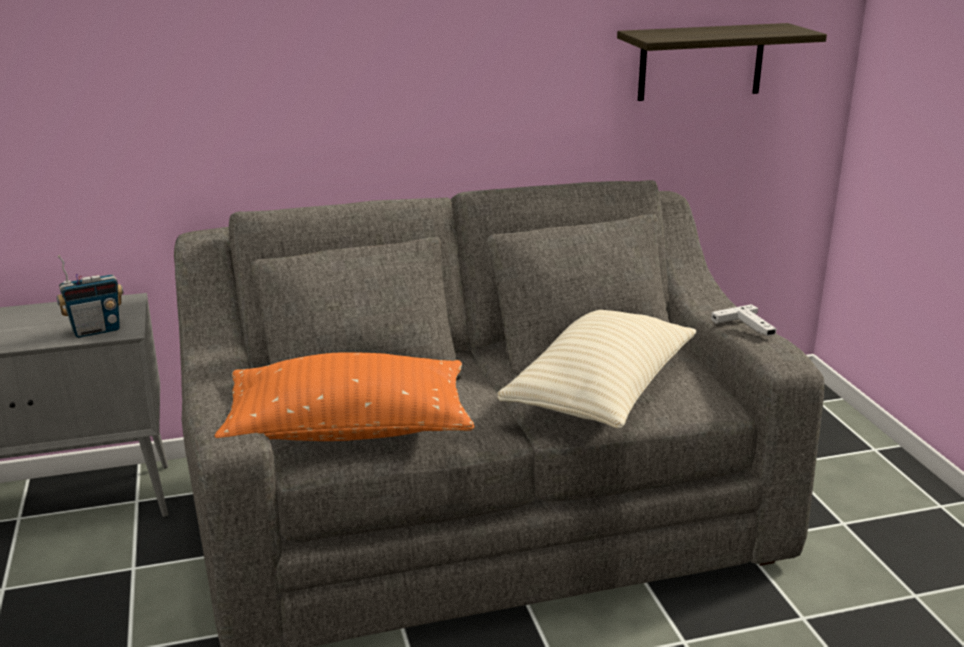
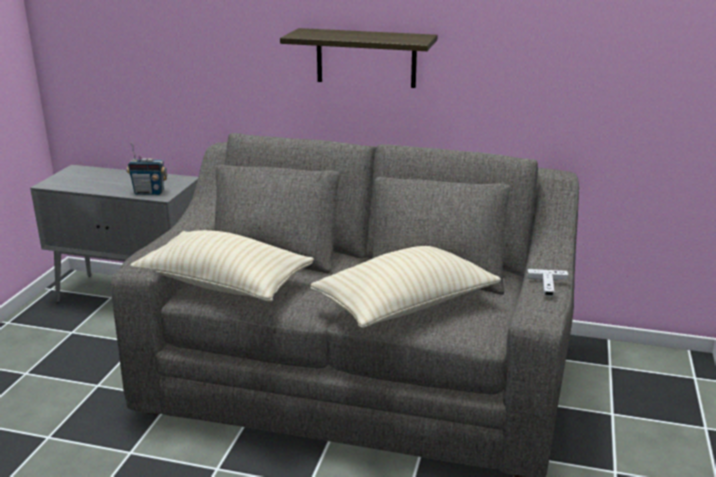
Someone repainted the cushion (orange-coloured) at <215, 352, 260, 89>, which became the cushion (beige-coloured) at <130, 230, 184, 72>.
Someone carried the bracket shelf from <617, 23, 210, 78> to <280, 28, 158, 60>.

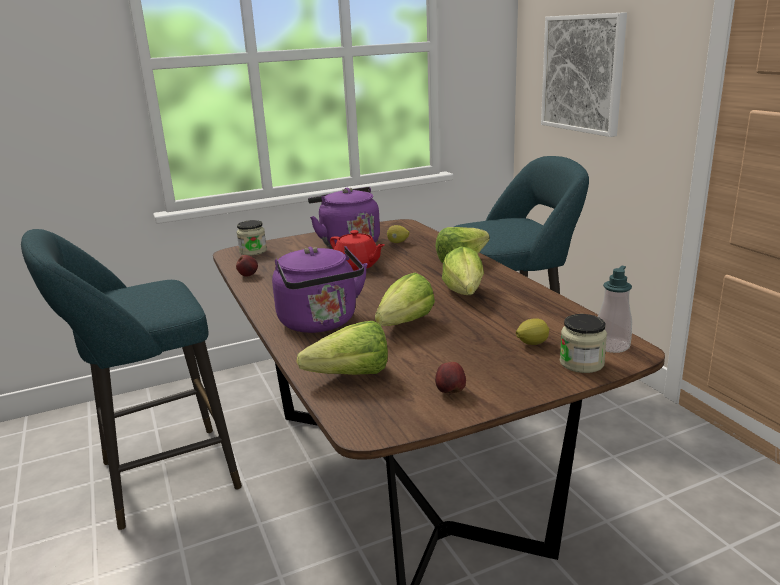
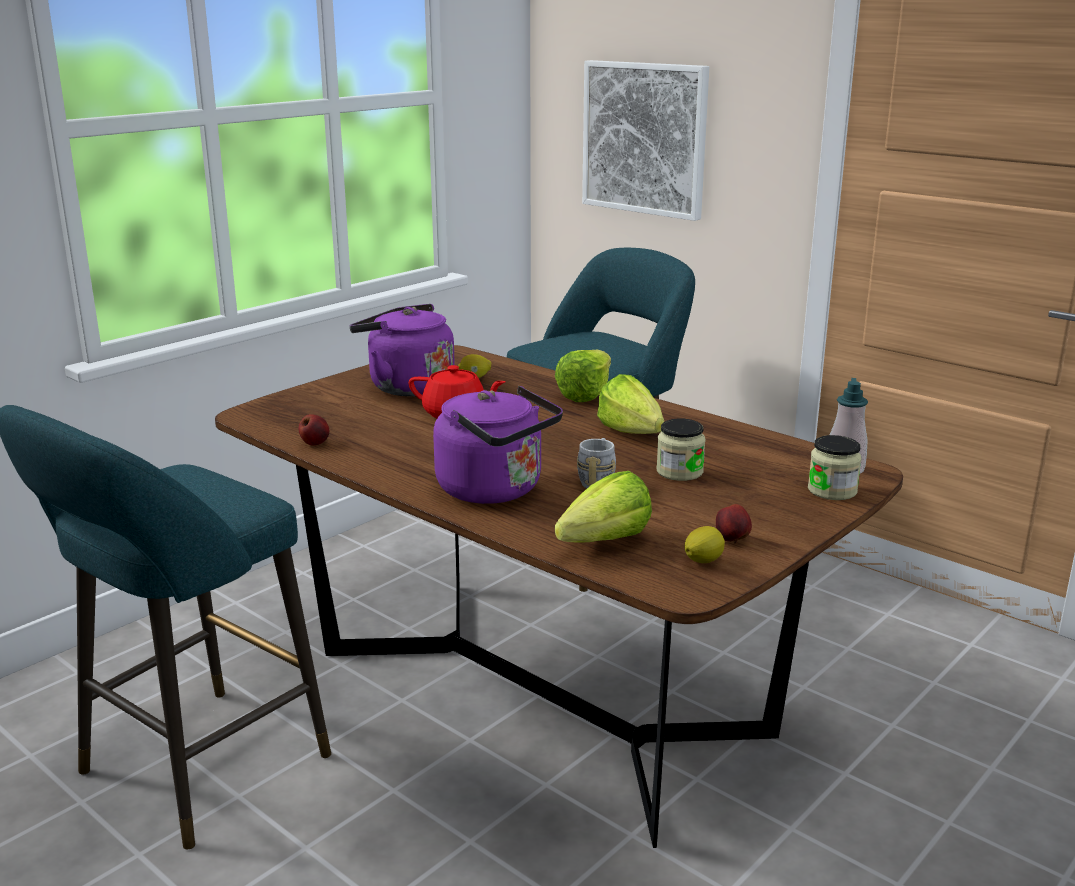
Someone swapped the head of lettuce at <375, 273, 60, 53> for the mug (gray) at <577, 438, 39, 50>.
Someone carried the jar from <237, 220, 30, 36> to <656, 419, 50, 62>.
Someone carried the whole lemon from <516, 318, 33, 27> to <685, 526, 40, 37>.

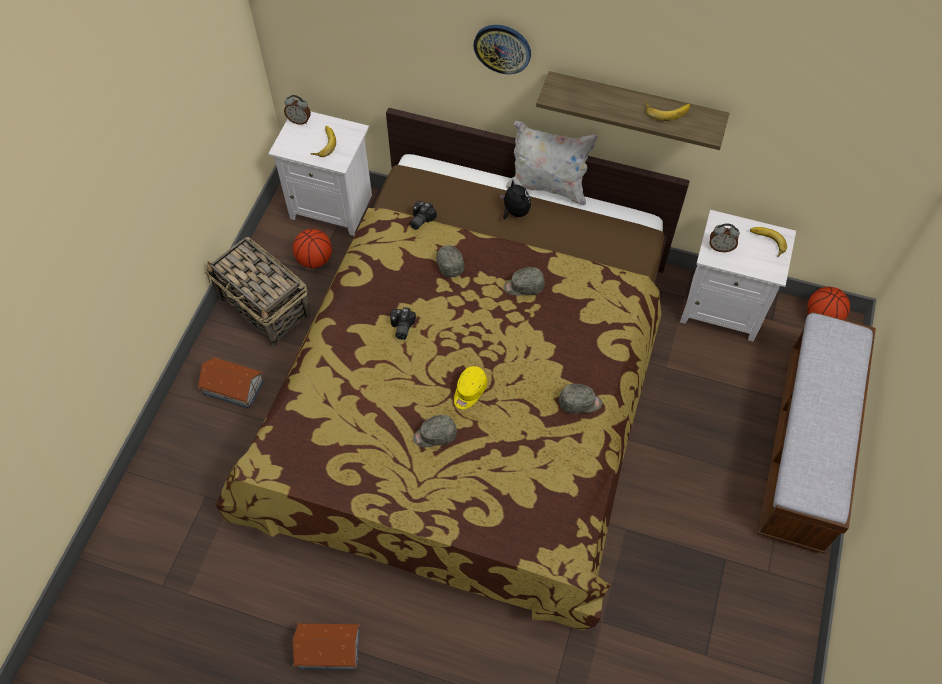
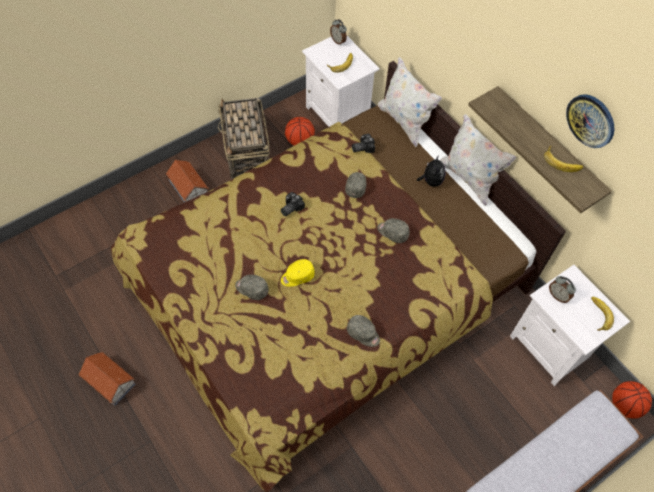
Someone put down the cushion (white-coloured) at <378, 57, 64, 90>.
Someone carried the clock on the wall from <473, 25, 58, 49> to <566, 94, 48, 54>.

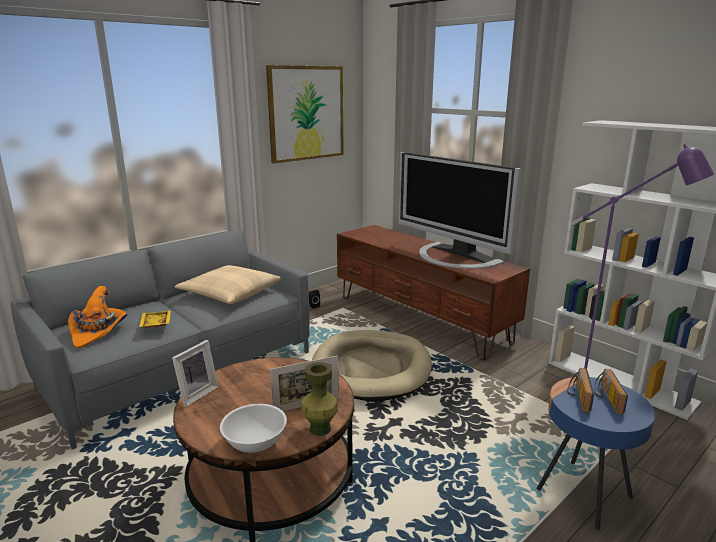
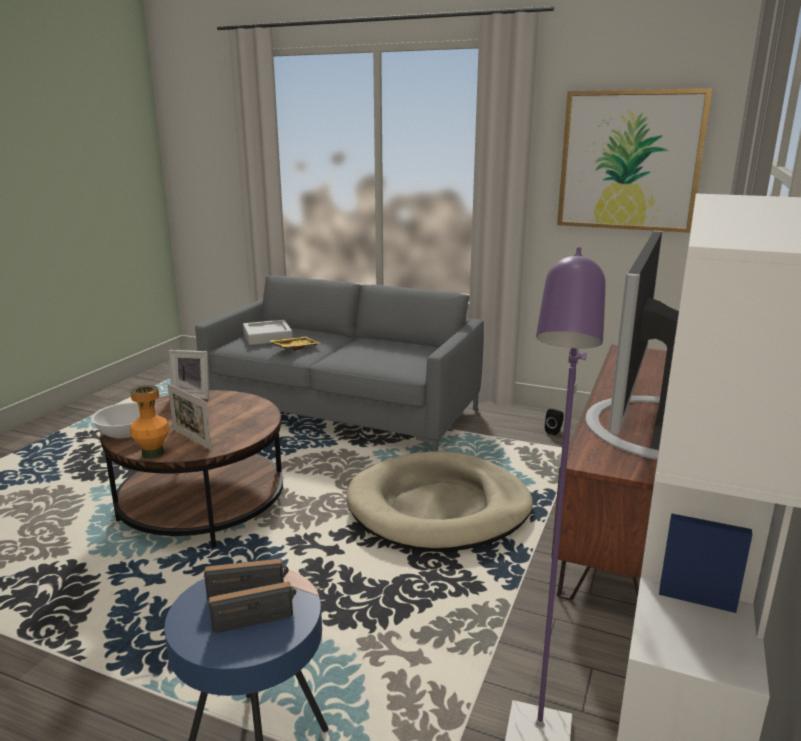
Someone repainted the vase (green) at <301, 362, 37, 74>, which became the vase (orange-coloured) at <130, 385, 40, 73>.
Someone swapped the clothing hat (orange-coloured) at <68, 286, 60, 63> for the tray (gray) at <243, 320, 50, 25>.
Someone took away the cushion (beige-coloured) at <175, 265, 106, 39>.

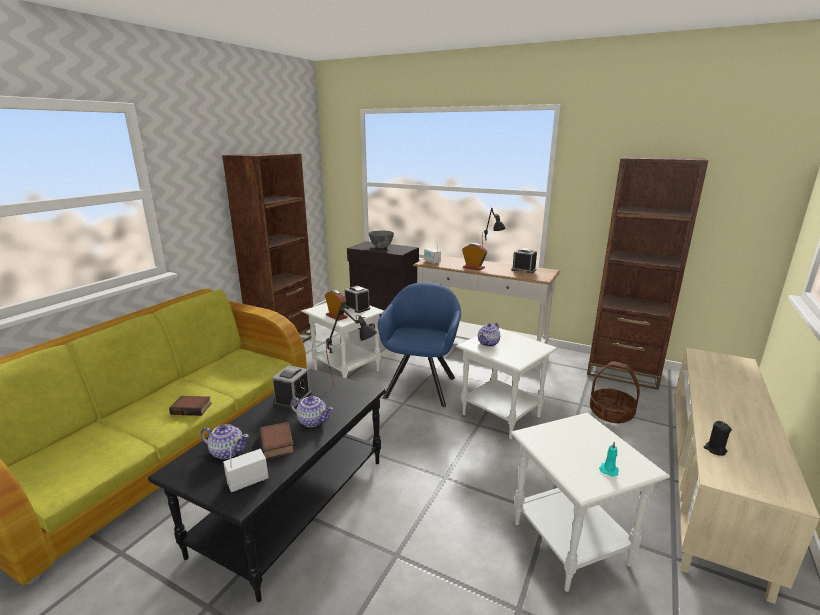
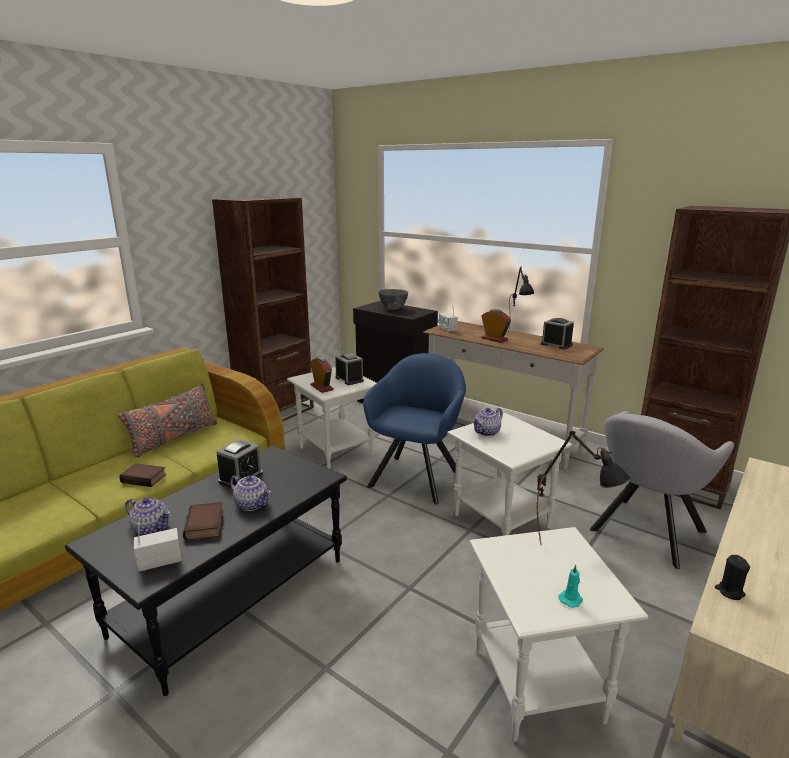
Someone put down the cushion (gray) at <118, 383, 99, 74>.
Someone carried the table lamp (black-coloured) from <326, 306, 52, 80> to <537, 431, 93, 114>.
Someone swapped the storage basket at <590, 362, 50, 61> for the easy chair (gray) at <590, 411, 144, 158>.

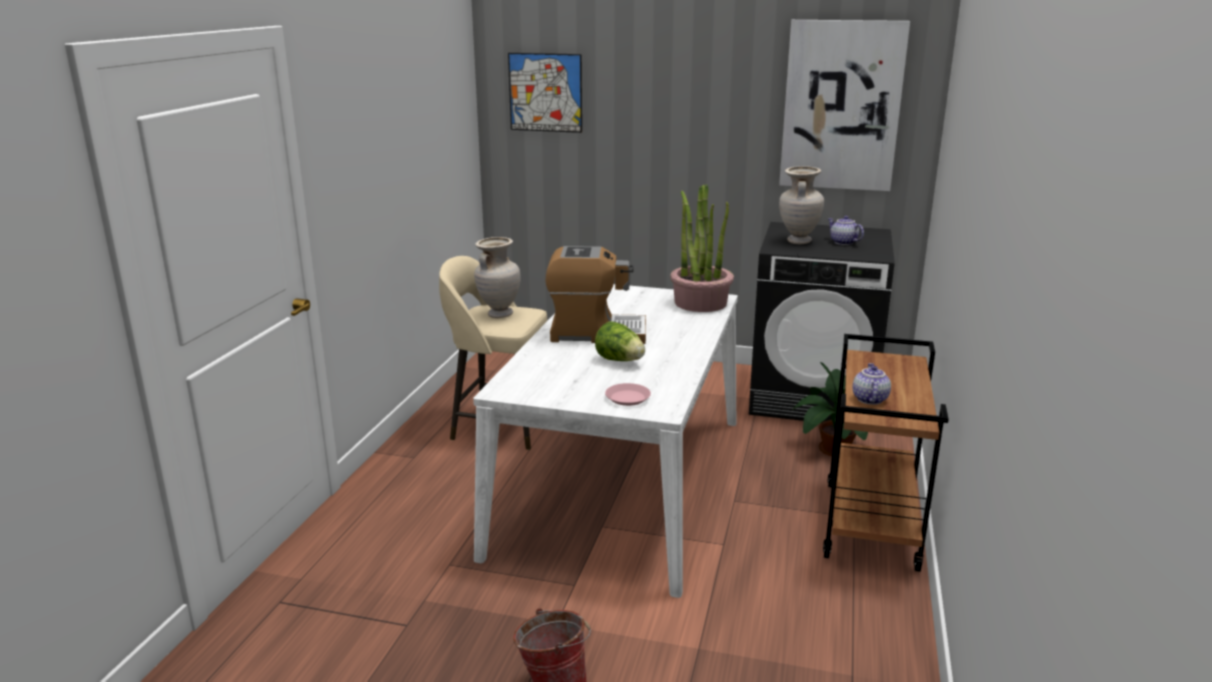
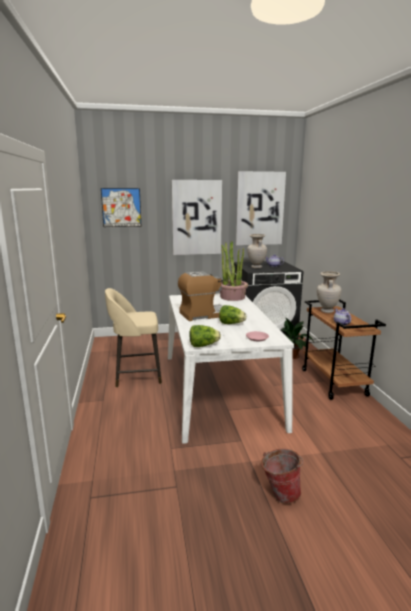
Someone put up the wall art at <171, 180, 51, 75>.
Someone put down the head of lettuce at <190, 325, 31, 22>.
Someone carried the vase (beige-coloured) from <474, 237, 47, 81> to <317, 271, 25, 42>.

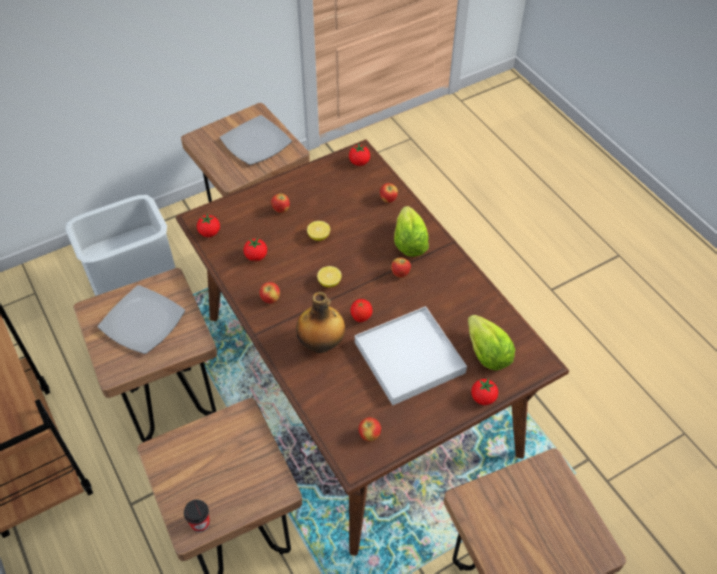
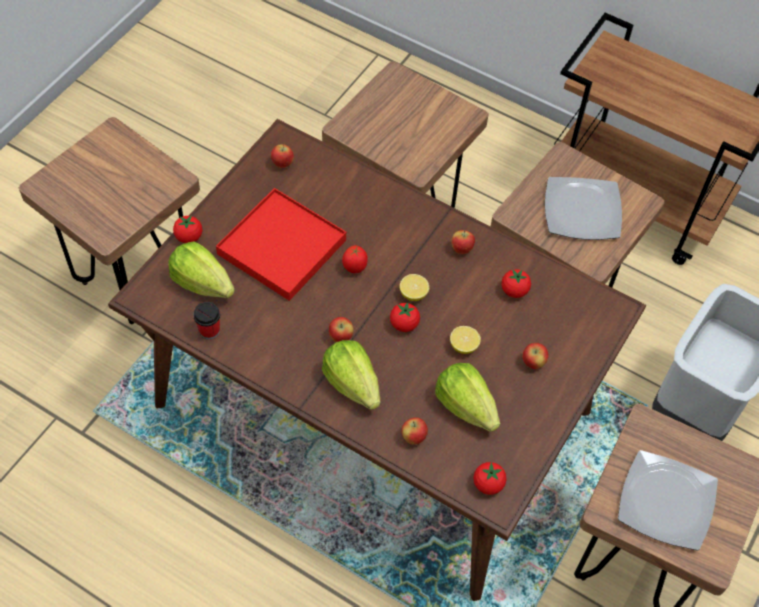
Someone carried the drinking cup from <184, 499, 26, 33> to <193, 302, 27, 38>.
Someone repainted the tray (white-coloured) at <355, 306, 112, 99>, which became the tray (red) at <216, 188, 130, 113>.
Someone carried the tomato from <197, 213, 23, 24> to <390, 302, 30, 30>.
Someone put down the head of lettuce at <435, 363, 65, 69>.
Someone took away the drink bottle at <296, 292, 49, 61>.

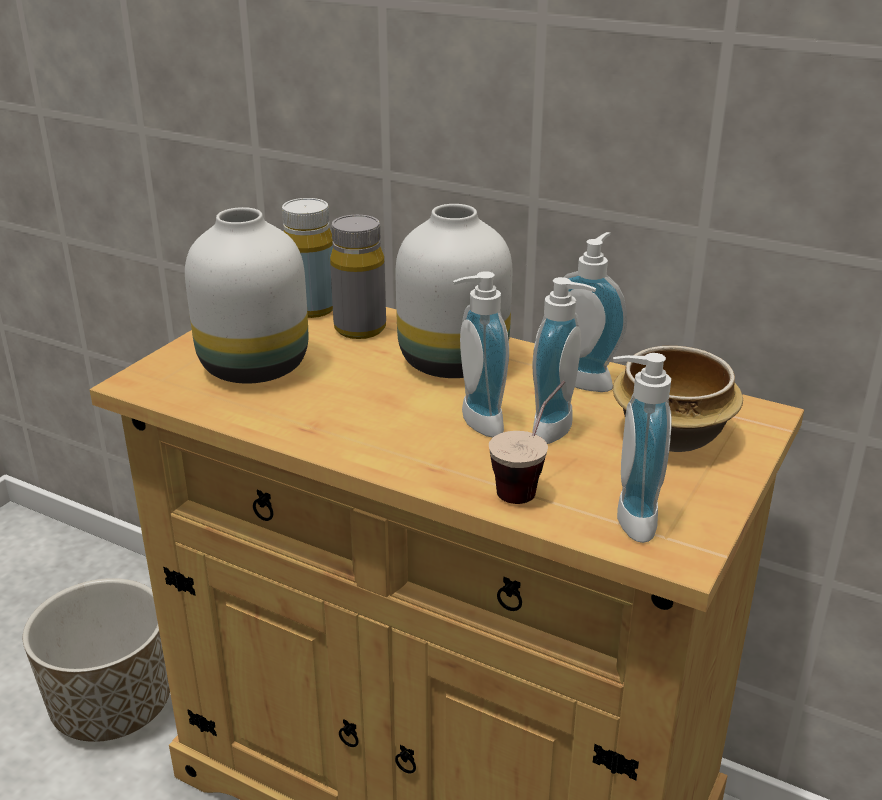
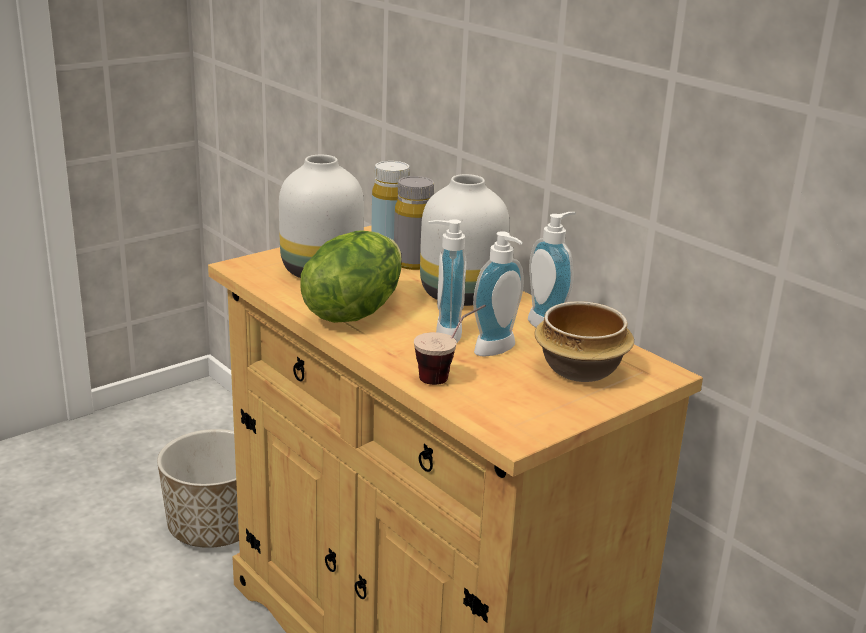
Someone put down the head of lettuce at <300, 230, 102, 93>.
Someone took away the liquid soap bottle at <613, 353, 59, 190>.

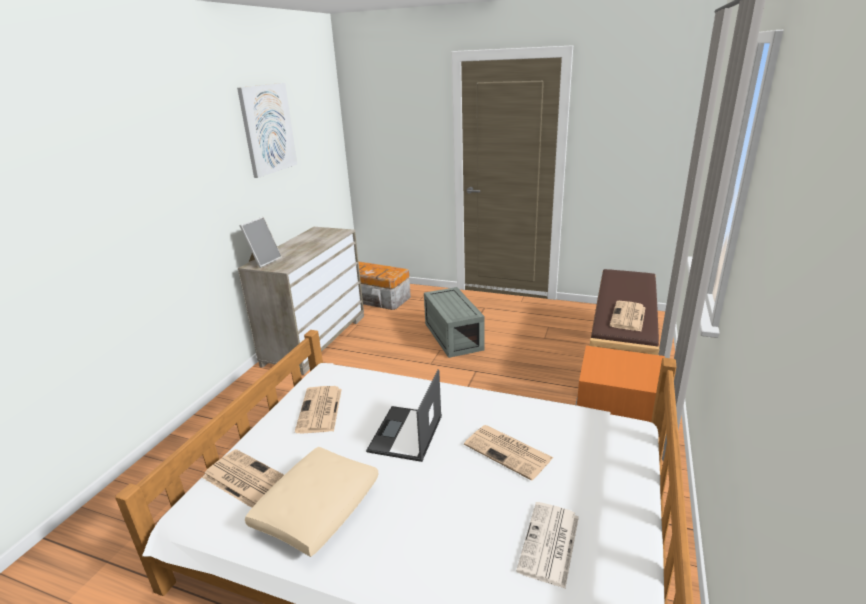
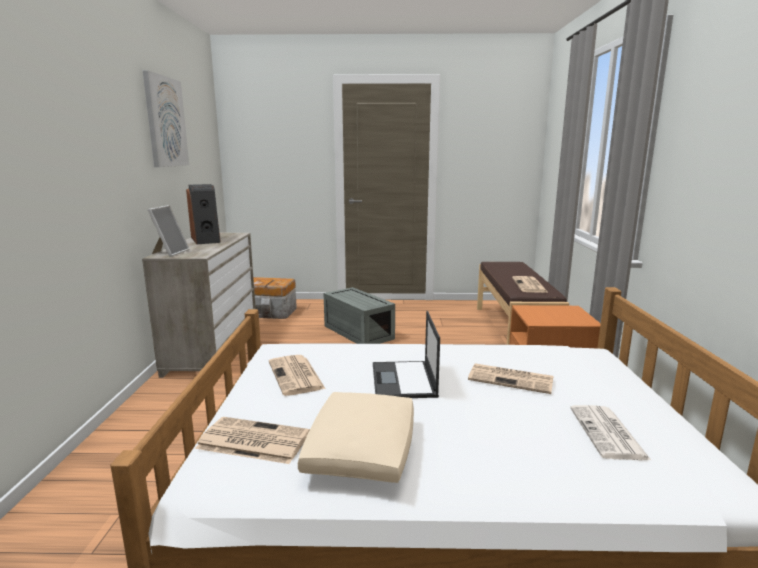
Someone put down the speaker at <186, 184, 35, 60>.

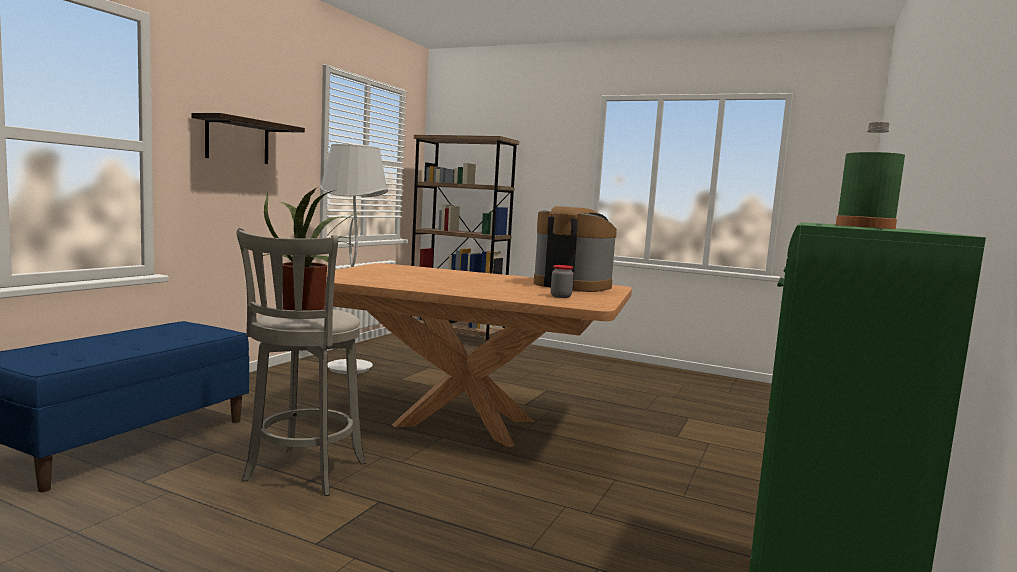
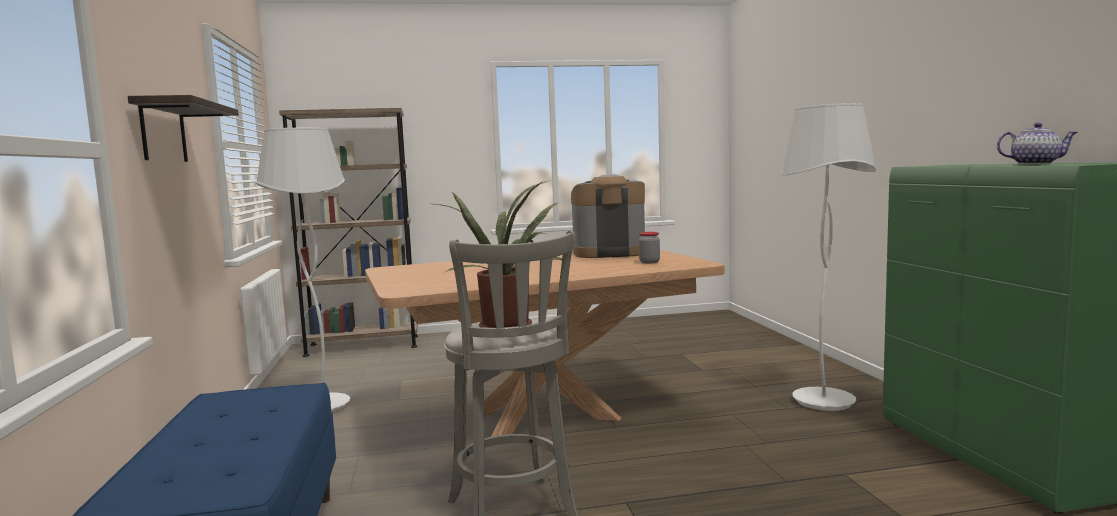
Someone put down the standing lamp (white-coloured) at <781, 103, 96, 308>.
Someone swapped the drink bottle (green) at <836, 122, 69, 107> for the tea pot at <997, 123, 81, 41>.

